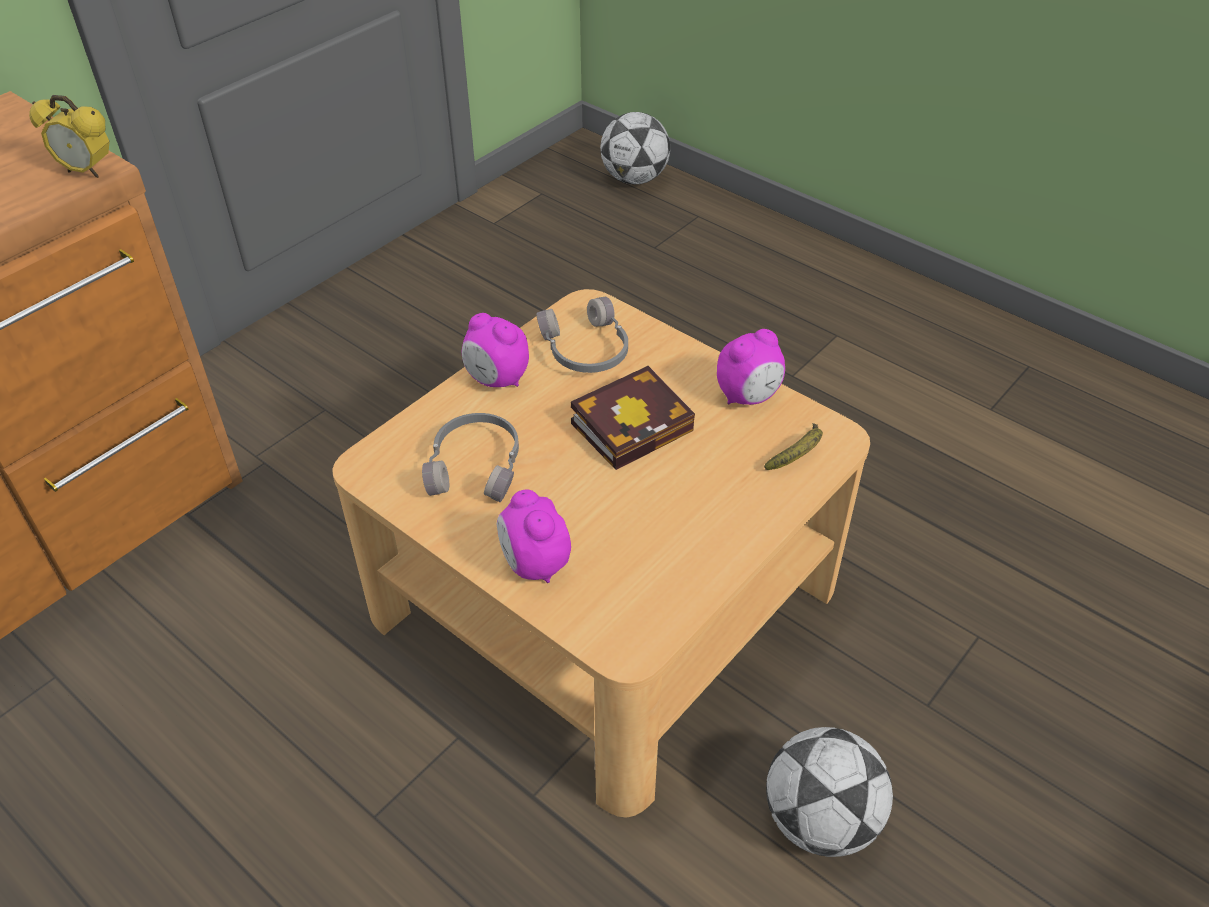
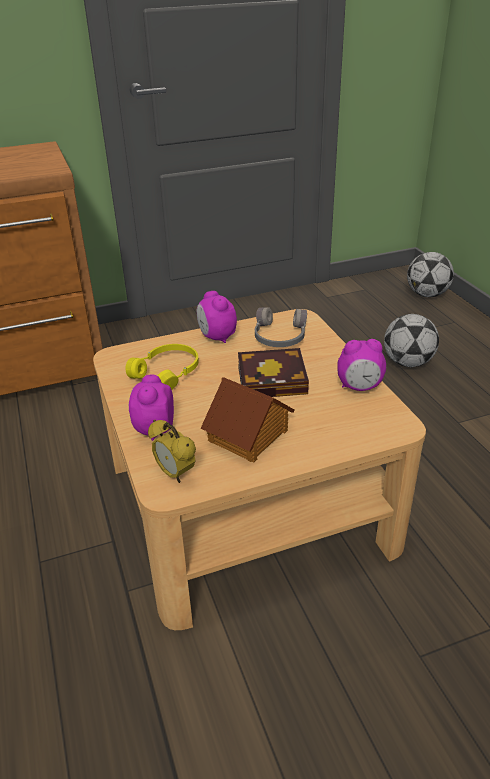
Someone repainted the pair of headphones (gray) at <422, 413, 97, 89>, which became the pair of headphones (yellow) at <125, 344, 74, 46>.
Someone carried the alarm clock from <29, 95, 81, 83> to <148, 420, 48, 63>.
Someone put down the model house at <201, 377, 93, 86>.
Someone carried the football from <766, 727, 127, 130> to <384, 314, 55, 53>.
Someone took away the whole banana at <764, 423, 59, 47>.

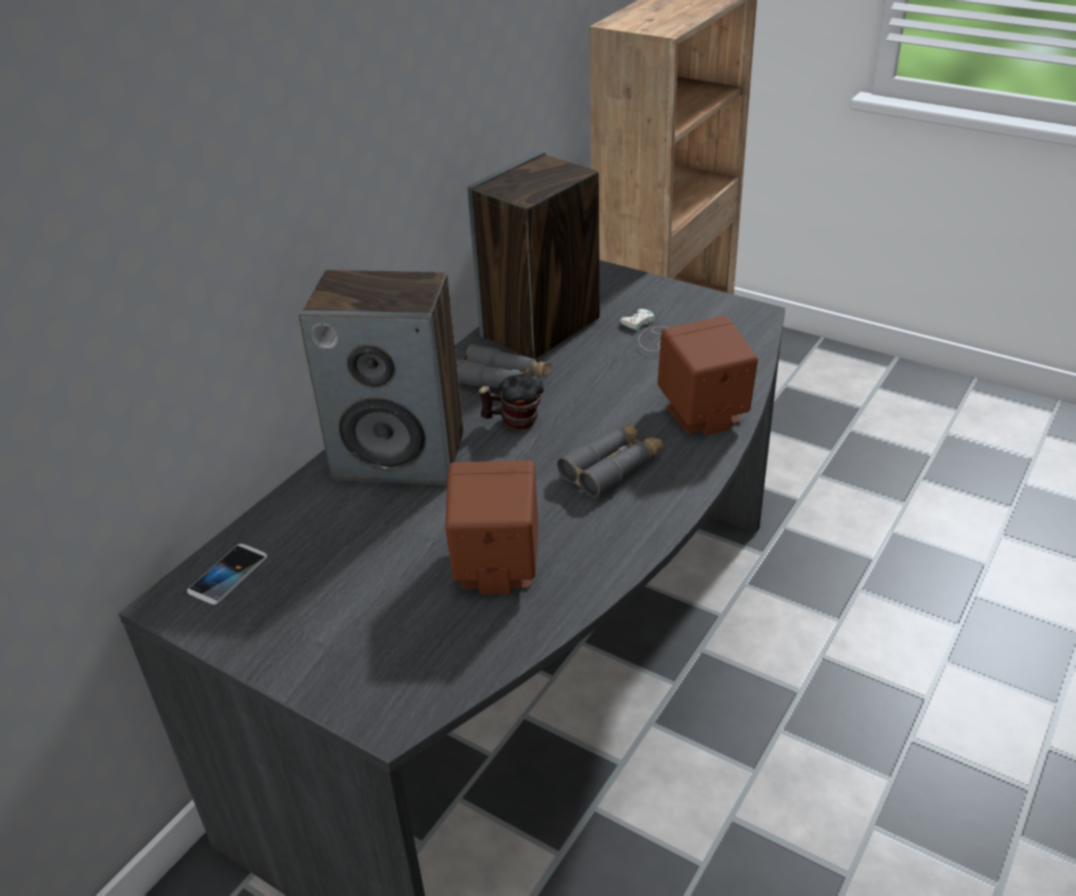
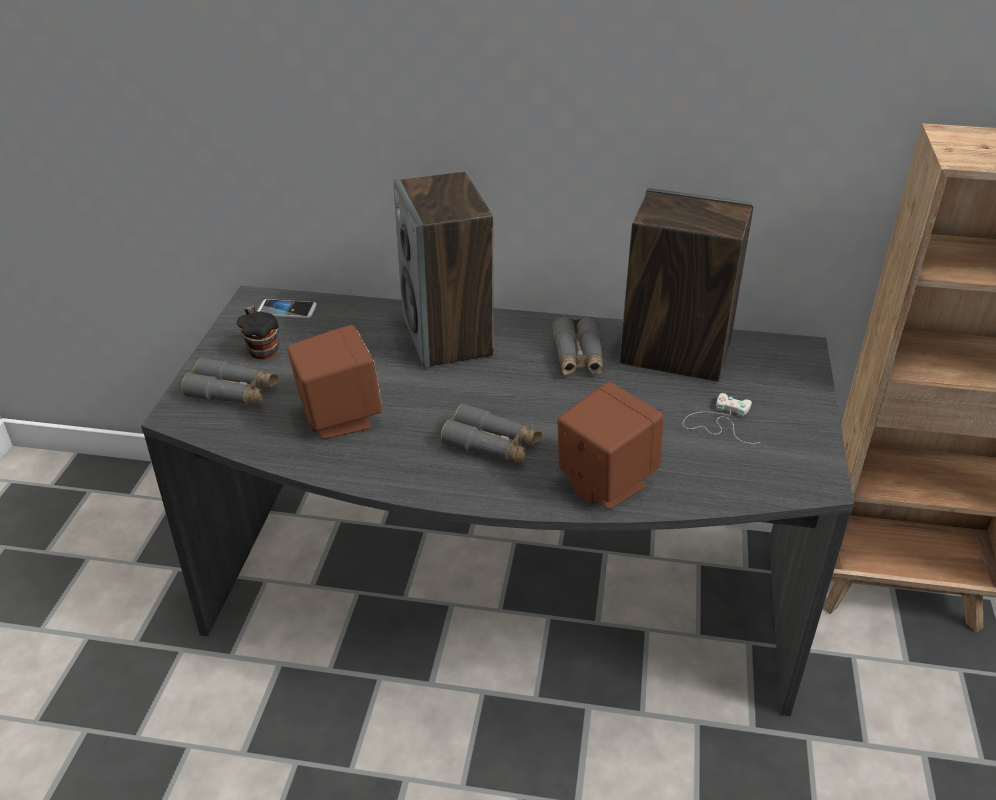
Someone put down the pair of binoculars (gray) at <181, 357, 98, 47>.
Someone carried the mug from <479, 373, 65, 56> to <237, 306, 42, 54>.

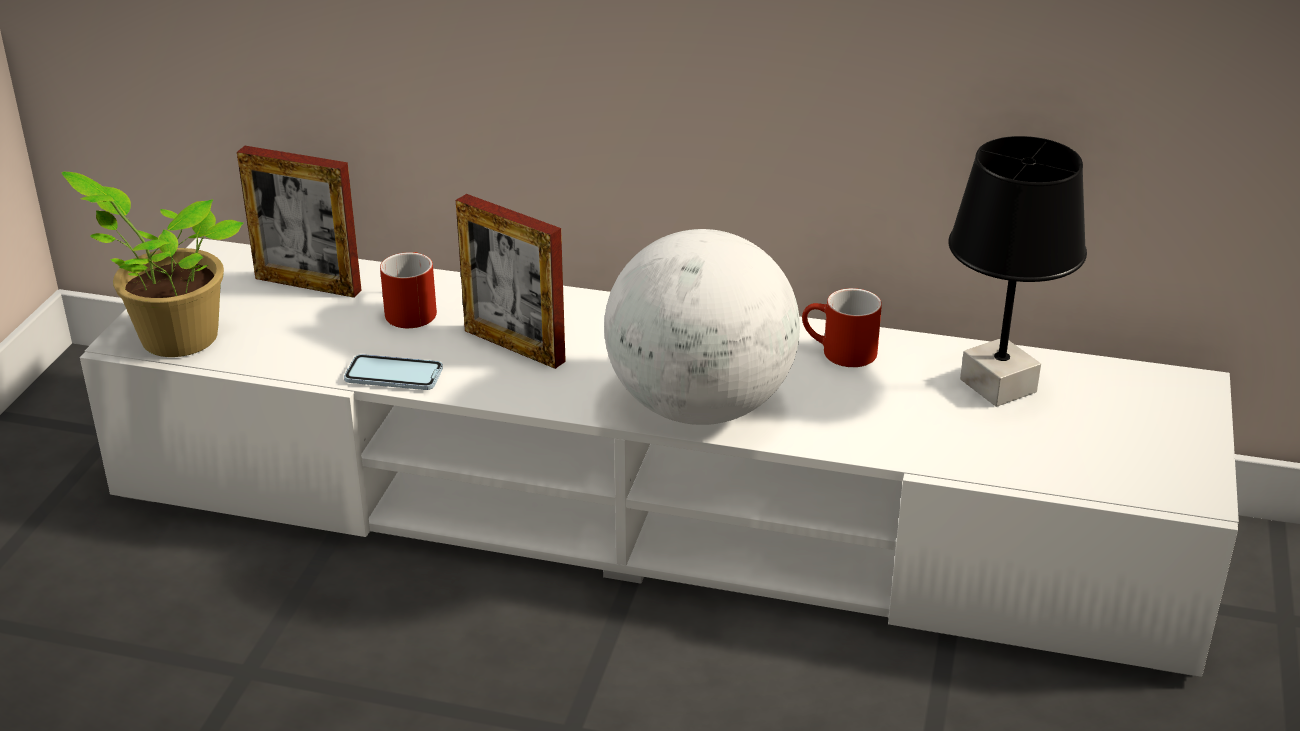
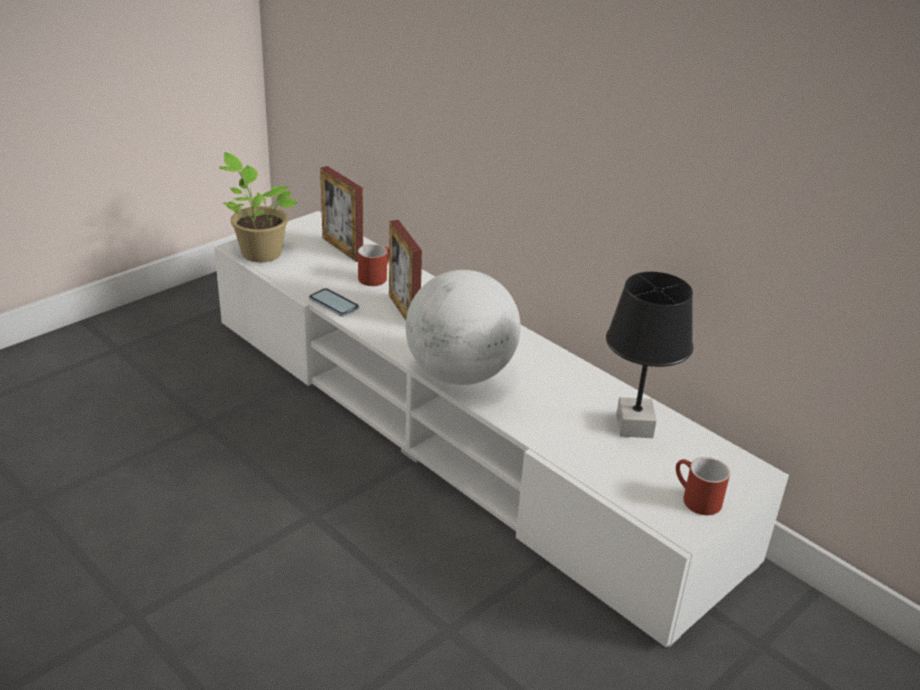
Someone carried the mug (red) from <802, 288, 80, 79> to <676, 457, 54, 58>.

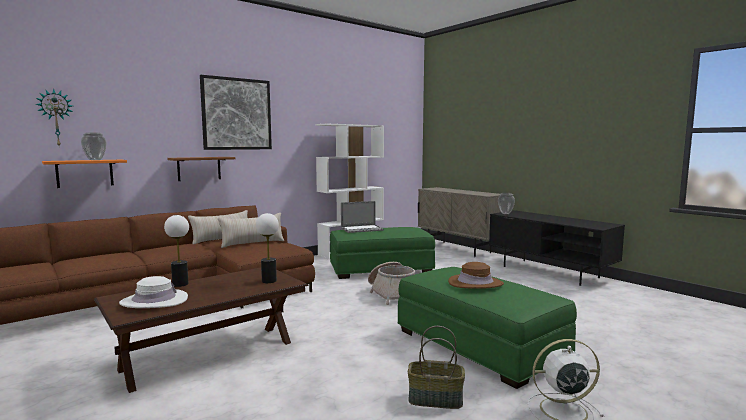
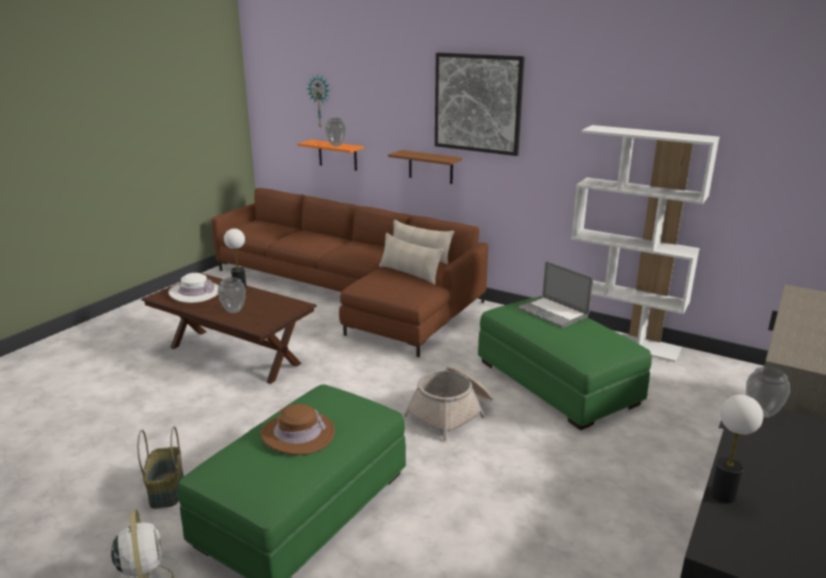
Someone put down the vase at <218, 277, 28, 36>.
Someone carried the table lamp from <256, 213, 23, 70> to <710, 395, 53, 108>.

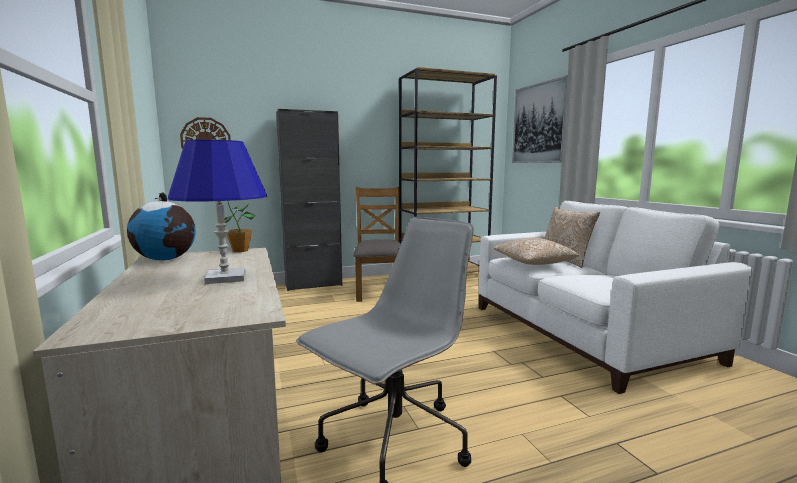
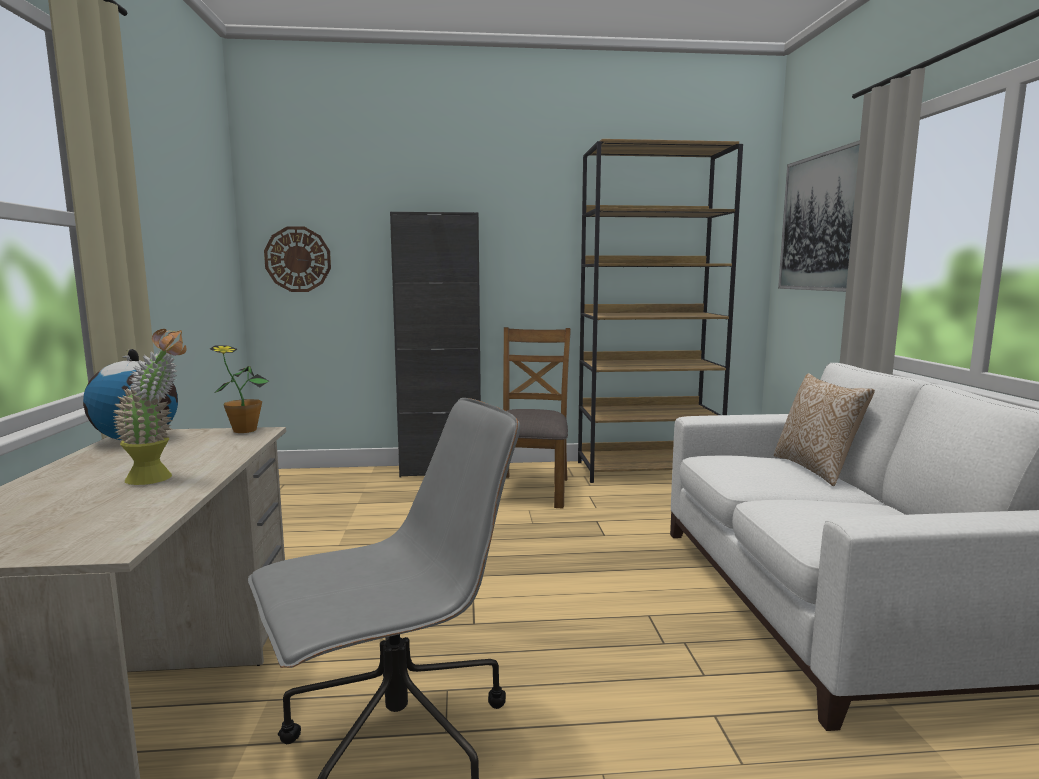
Someone swapped the table lamp (blue) at <168, 139, 99, 145> for the houseplant at <113, 329, 73, 156>.
Someone took away the cushion at <493, 238, 86, 27>.

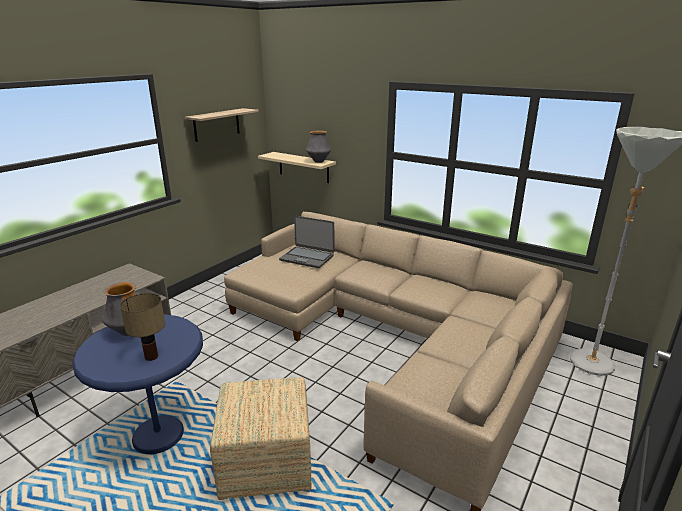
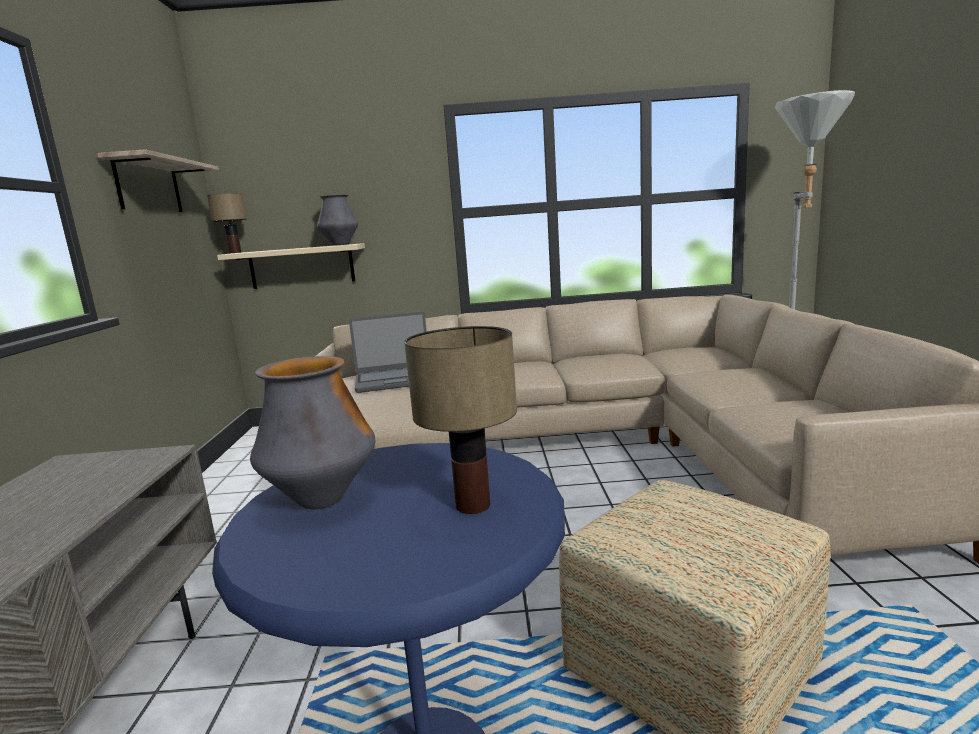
Someone put down the table lamp at <207, 193, 40, 60>.

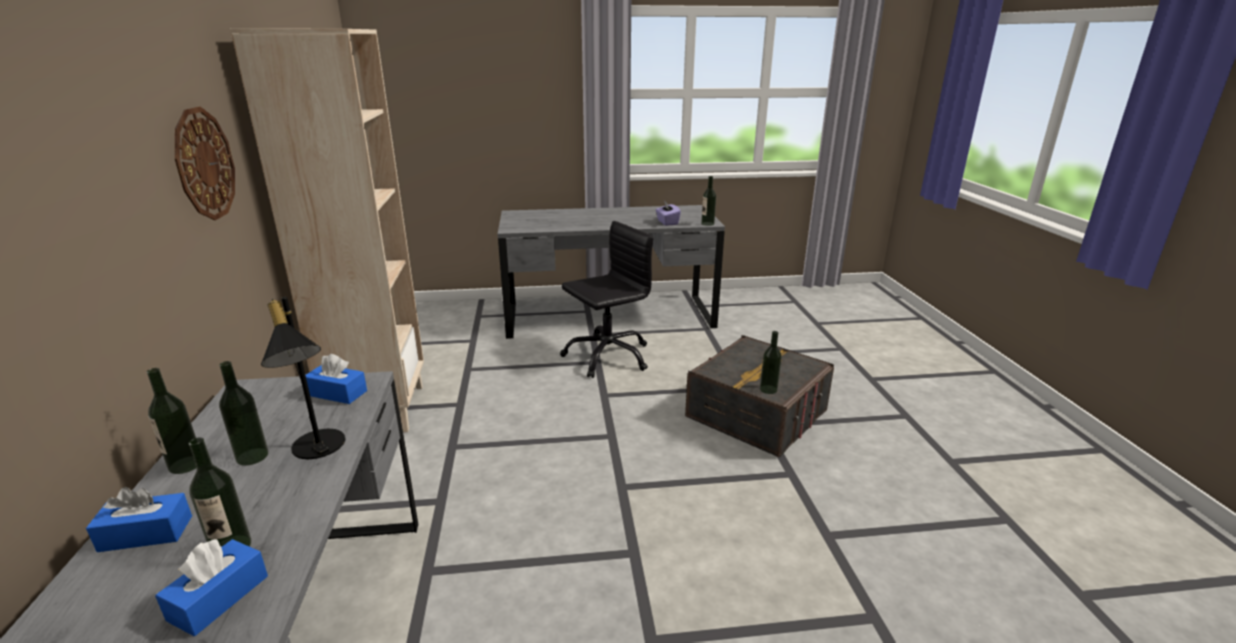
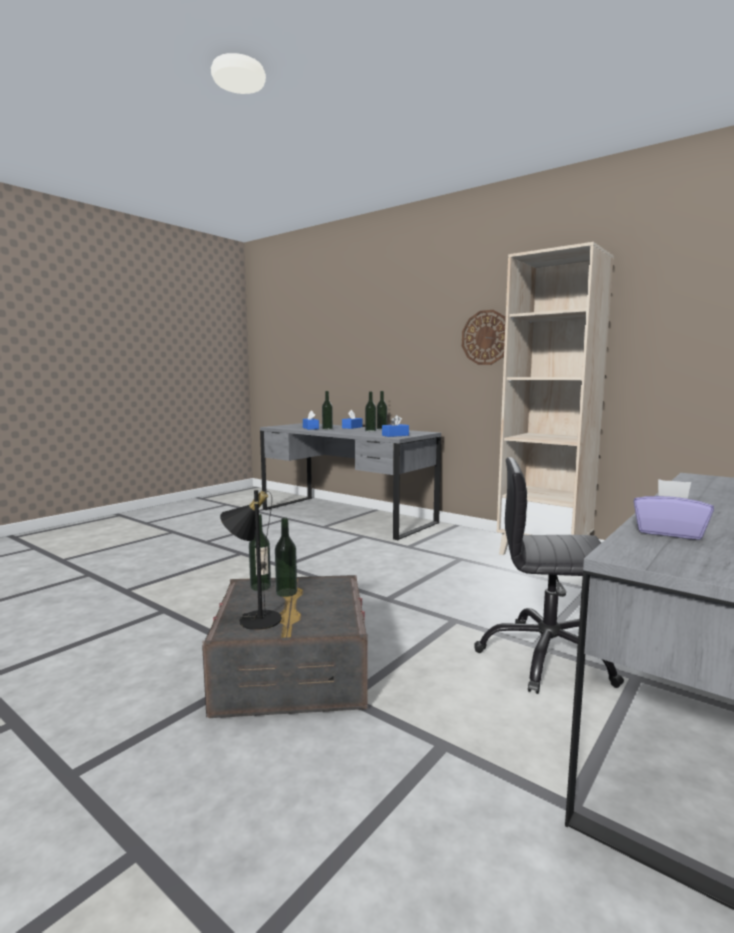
Someone carried the table lamp (black-coloured) from <261, 297, 85, 162> to <220, 490, 62, 140>.
Someone carried the drink bottle from <701, 176, 15, 50> to <275, 518, 22, 79>.
Someone rotated the office chair (black-coloured) at <560, 221, 94, 157> by 90 degrees clockwise.

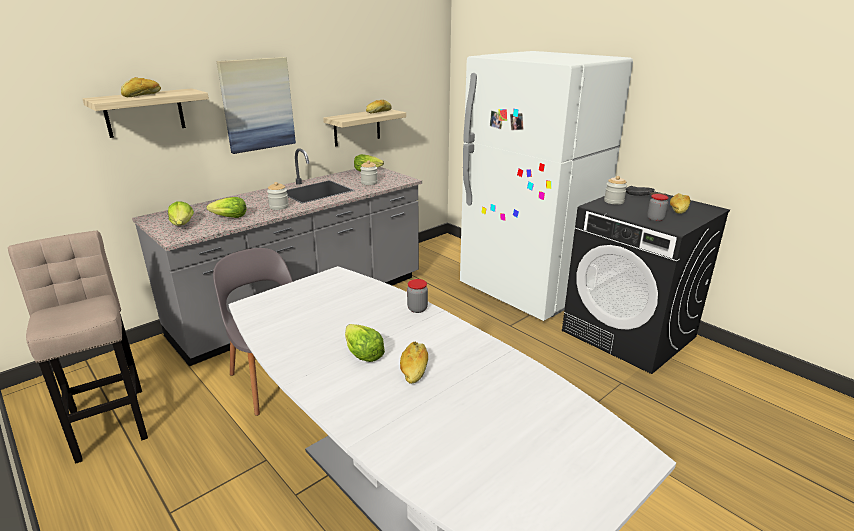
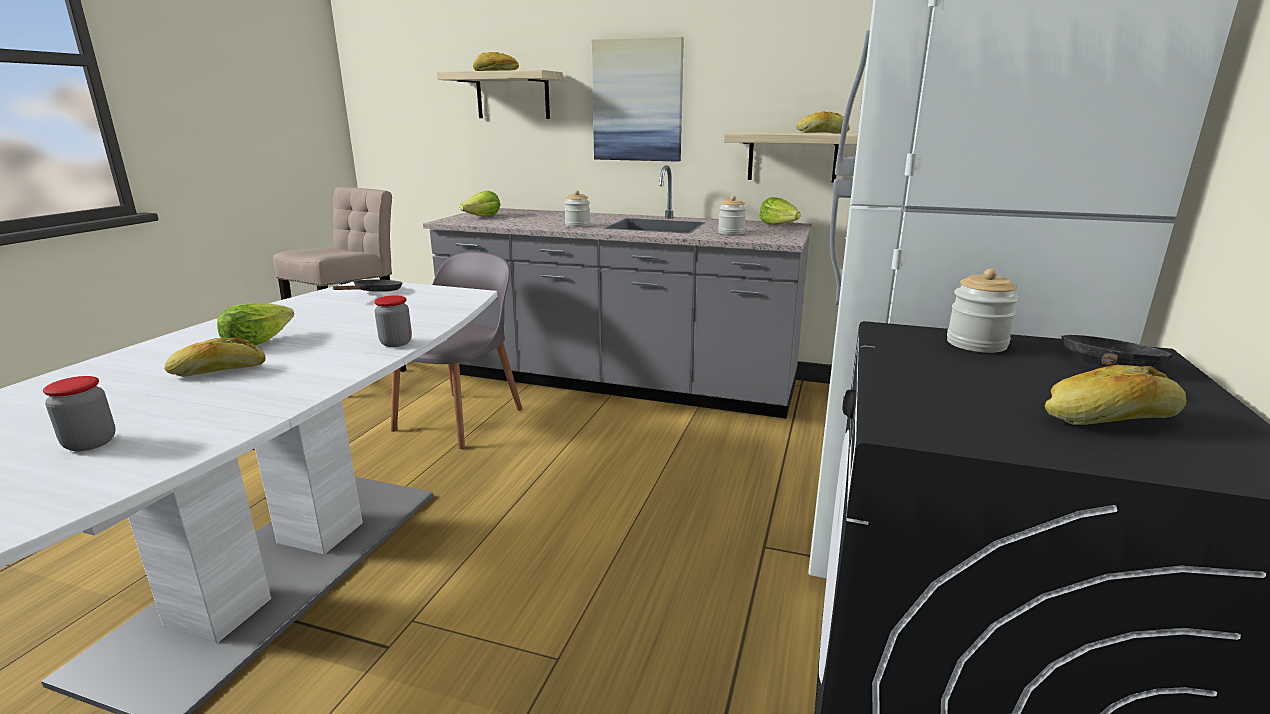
Someone carried the jar from <647, 194, 22, 28> to <43, 376, 72, 75>.
Someone put down the skillet (black-coloured) at <332, 280, 70, 12>.
Someone took away the head of lettuce at <206, 197, 41, 21>.

